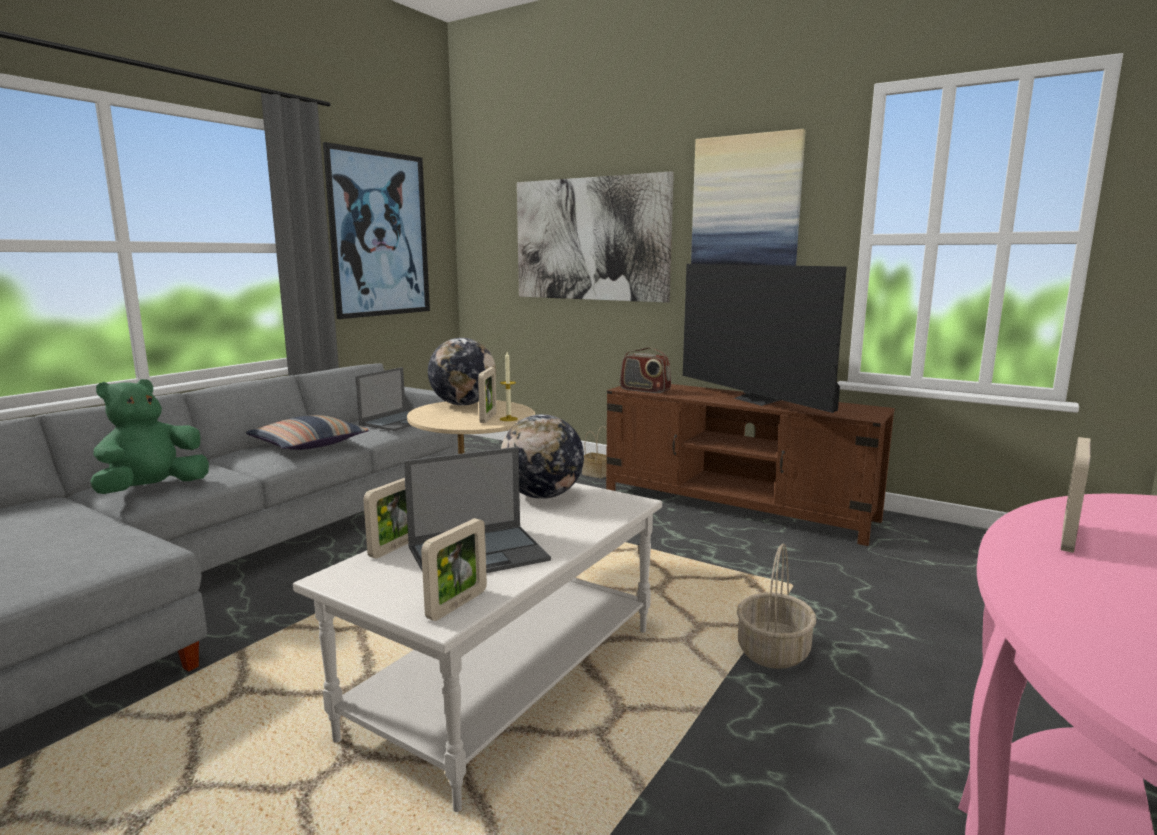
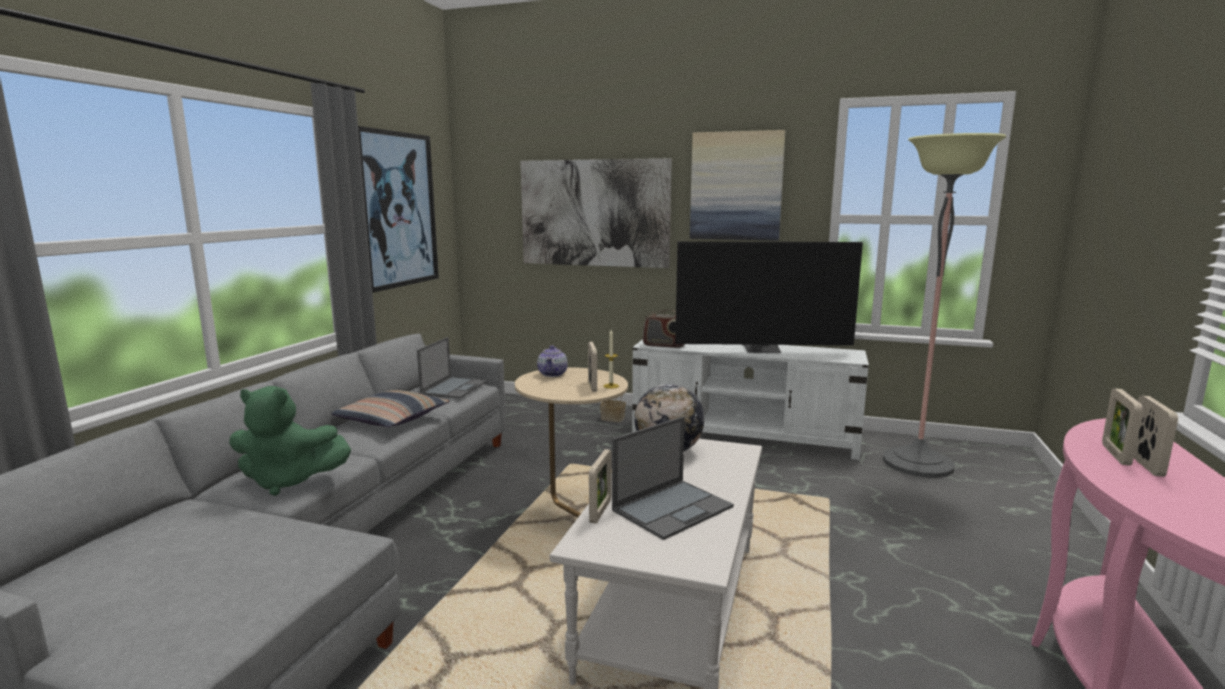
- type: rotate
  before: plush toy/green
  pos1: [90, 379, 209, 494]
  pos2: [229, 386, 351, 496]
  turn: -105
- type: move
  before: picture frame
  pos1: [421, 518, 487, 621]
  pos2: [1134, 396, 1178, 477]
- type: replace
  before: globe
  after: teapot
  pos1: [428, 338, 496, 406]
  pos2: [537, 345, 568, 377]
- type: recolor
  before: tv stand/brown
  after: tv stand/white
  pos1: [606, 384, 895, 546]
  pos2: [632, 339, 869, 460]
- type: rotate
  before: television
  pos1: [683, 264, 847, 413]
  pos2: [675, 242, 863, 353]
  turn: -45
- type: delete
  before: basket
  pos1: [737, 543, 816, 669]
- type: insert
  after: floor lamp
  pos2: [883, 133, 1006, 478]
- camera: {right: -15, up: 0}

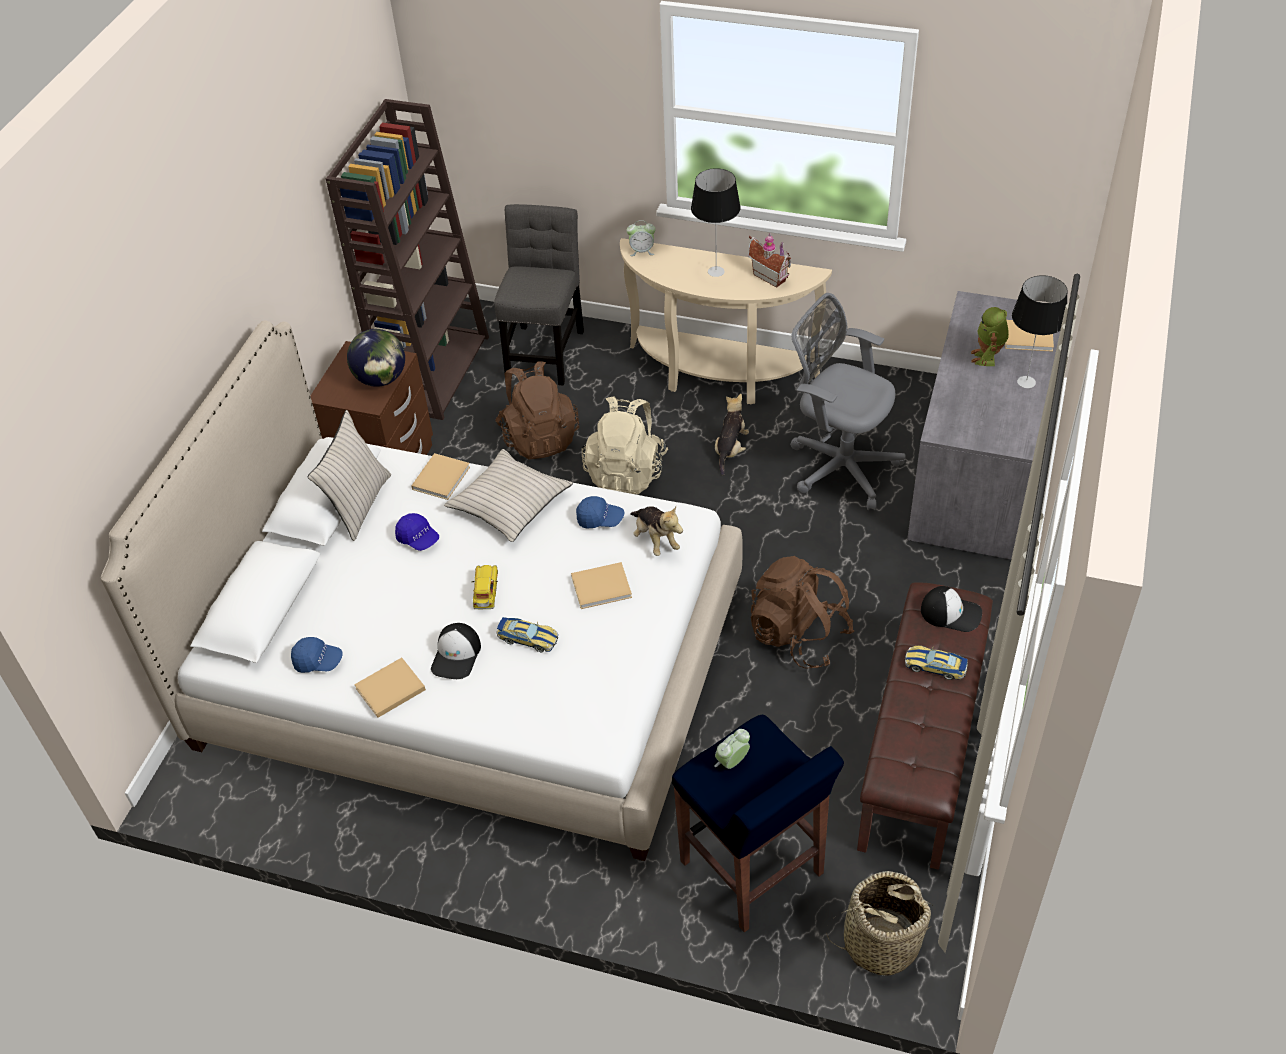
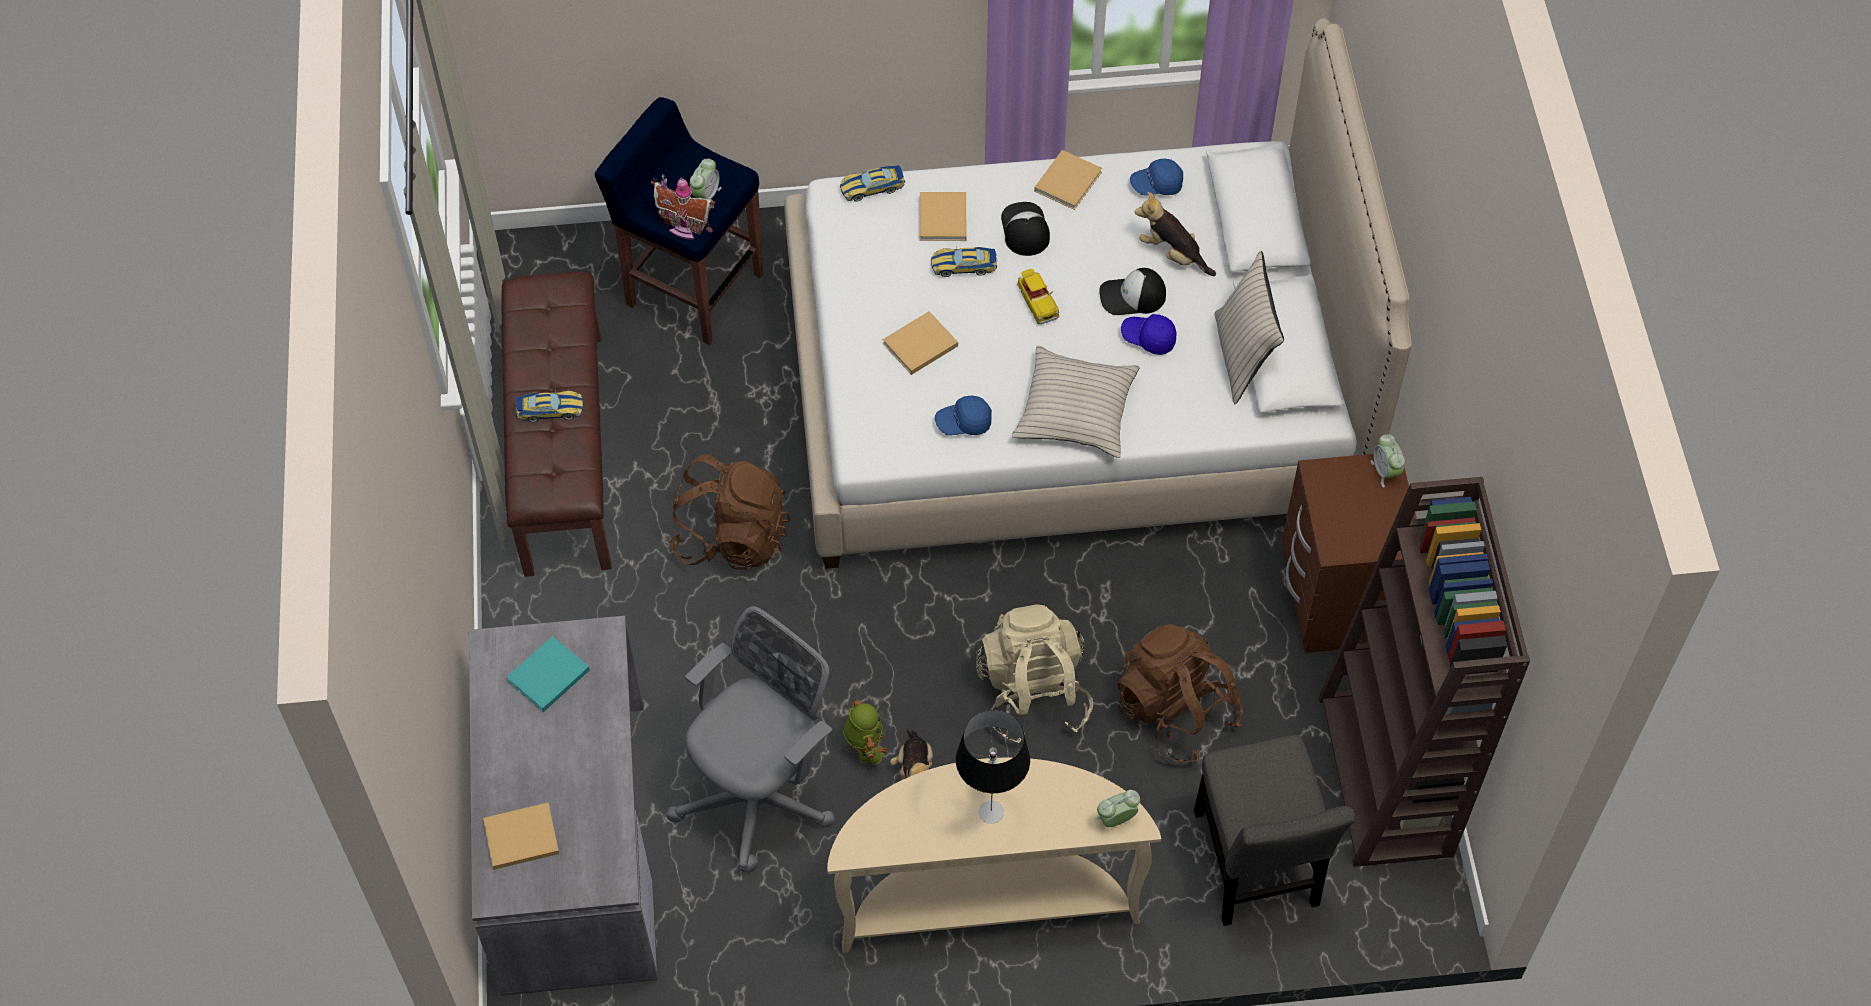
- type: delete
  before: globe
  pos1: [347, 329, 405, 387]
- type: move
  before: book/beige
  pos1: [411, 453, 470, 500]
  pos2: [919, 192, 966, 241]
- type: move
  before: plush toy
  pos1: [630, 506, 683, 556]
  pos2: [1135, 192, 1216, 276]
- type: move
  before: toy house
  pos1: [748, 233, 791, 288]
  pos2: [651, 174, 716, 240]
- type: rotate
  before: office chair/grey
  pos1: [790, 293, 906, 510]
  pos2: [666, 606, 835, 872]
  turn: -60
- type: delete
  before: basket
  pos1: [826, 871, 932, 976]
- type: move
  before: cap
  pos1: [921, 586, 982, 632]
  pos2: [1099, 268, 1166, 315]
- type: move
  before: toy robot
  pos1: [971, 307, 1009, 366]
  pos2: [843, 700, 888, 766]
- type: delete
  before: table lamp
  pos1: [1012, 275, 1068, 388]
- type: insert
  after: book/turquoise
  pos2: [506, 636, 590, 712]
- type: insert
  after: toy car
  pos2: [840, 165, 905, 202]
- type: insert
  after: alarm clock
  pos2: [1371, 434, 1405, 488]
- camera: {right: 155, up: 10}

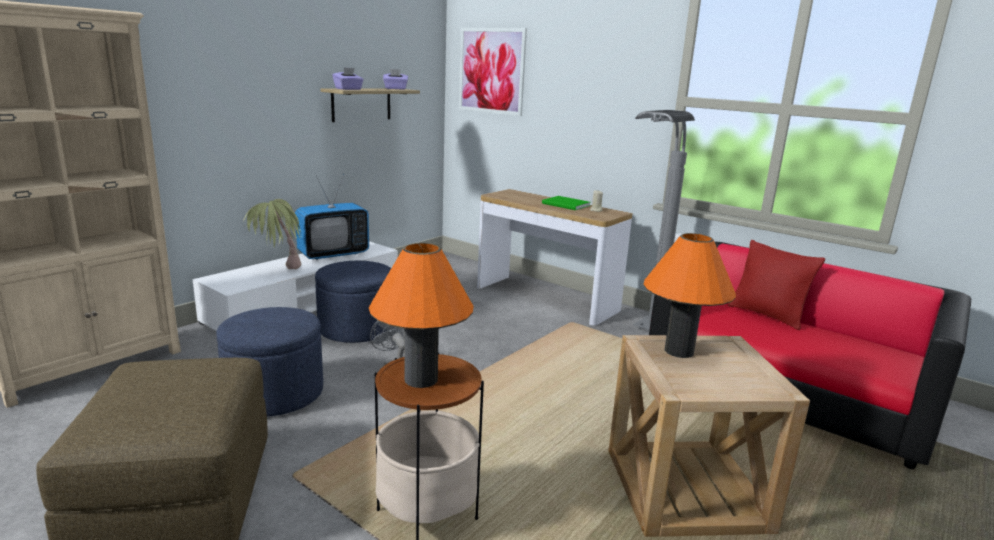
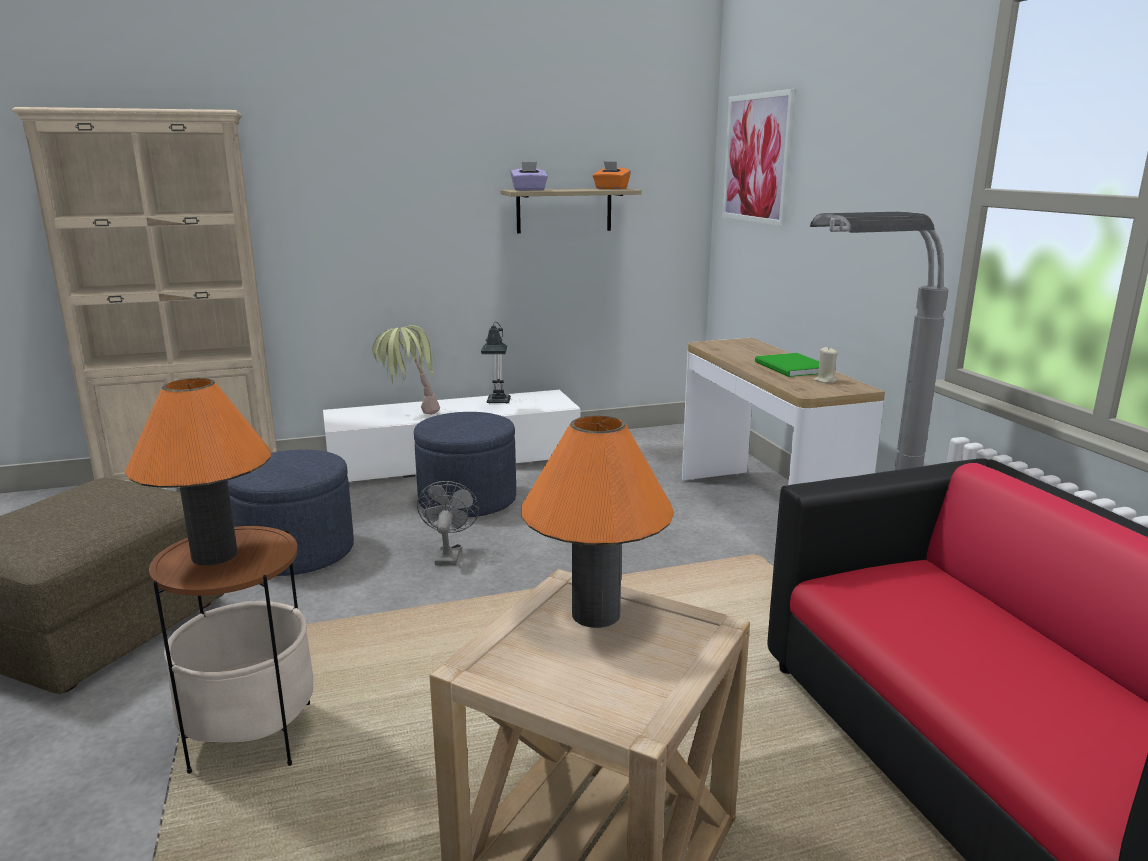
- type: replace
  before: television
  after: table lamp
  pos1: [295, 174, 369, 260]
  pos2: [481, 322, 511, 403]
- type: recolor
  before: tissue box/purple
  after: tissue box/orange
  pos1: [383, 69, 408, 90]
  pos2: [593, 161, 631, 189]
- type: delete
  before: pillow/red
  pos1: [728, 240, 826, 330]
- camera: {right: 35, up: 0}

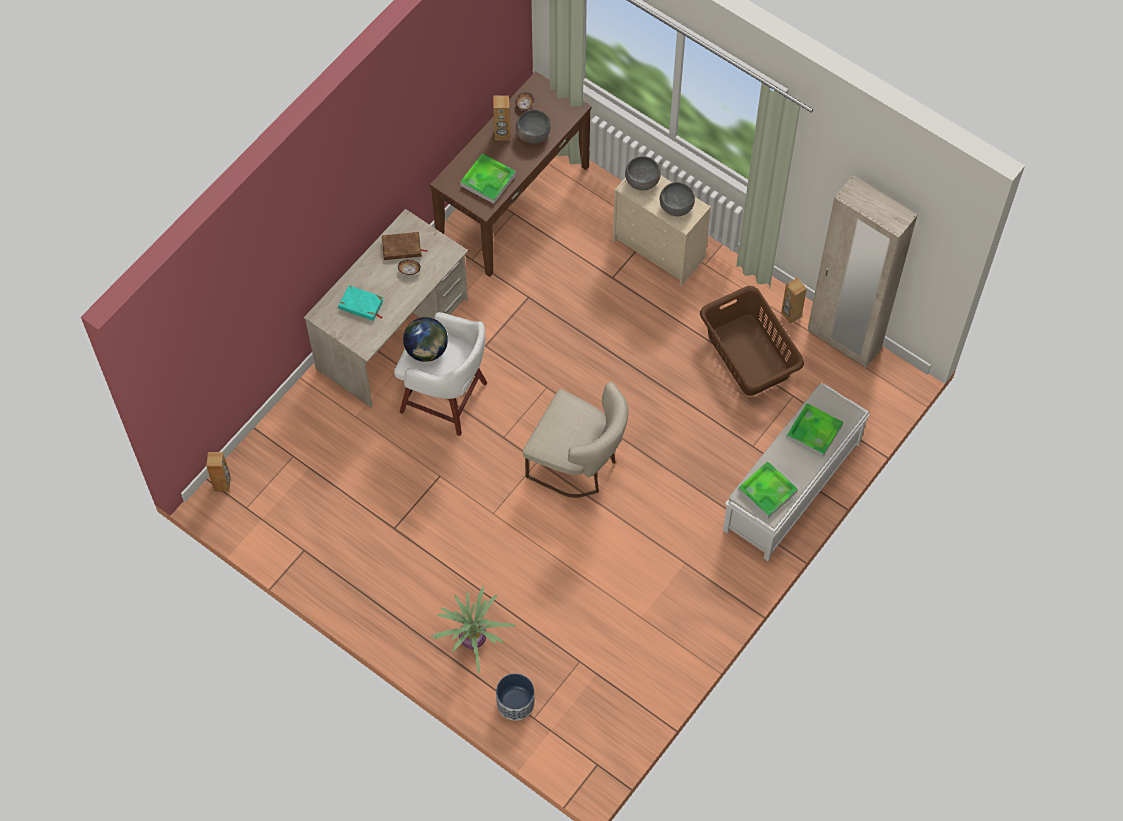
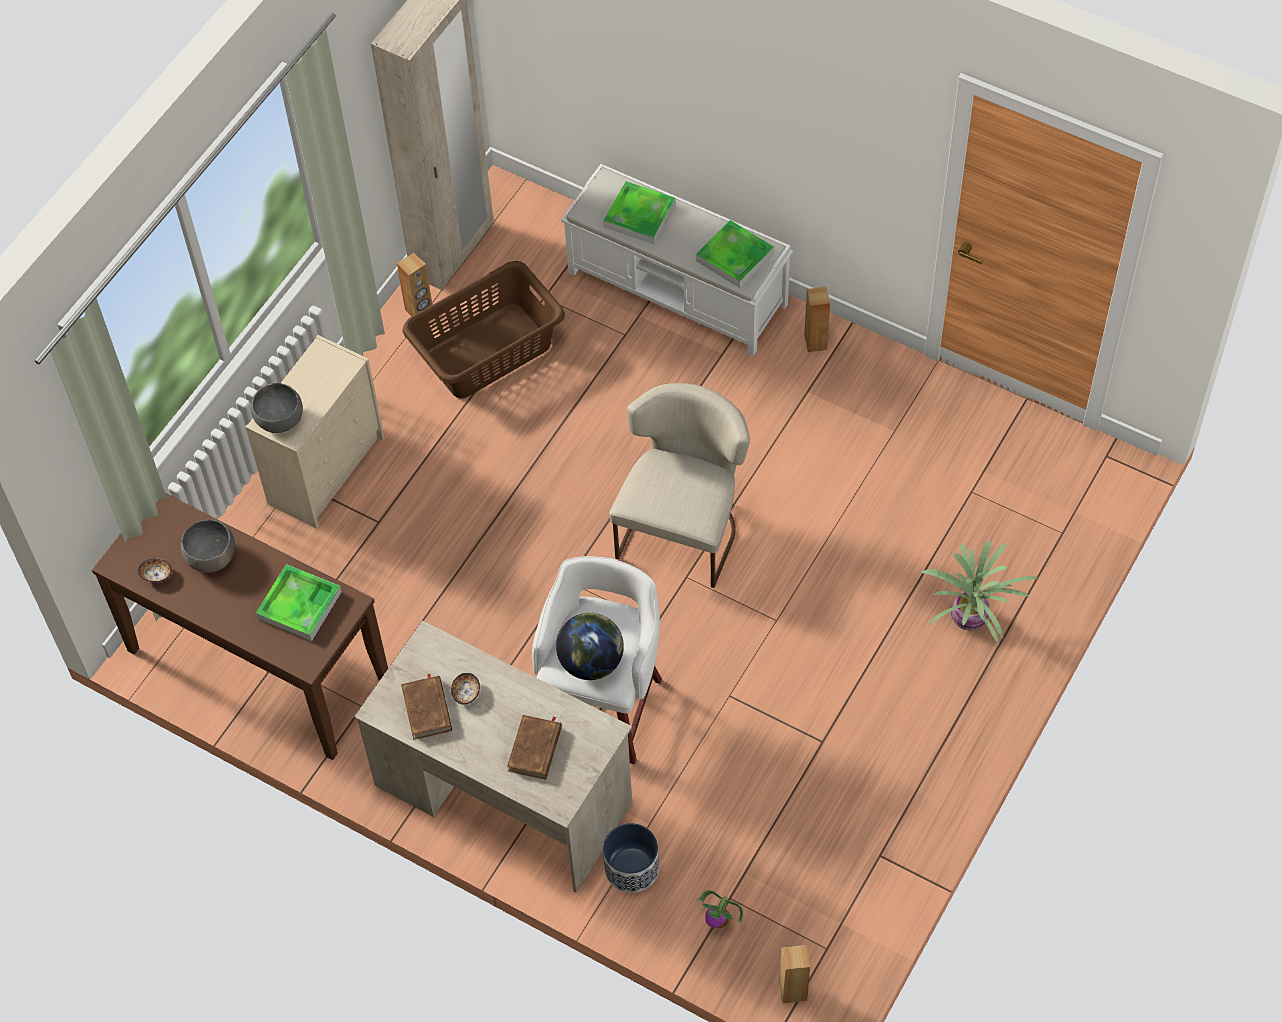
- type: recolor
  before: book/turquoise
  after: book/brown
  pos1: [338, 285, 384, 321]
  pos2: [507, 715, 562, 780]
- type: move
  before: speaker/brown
  pos1: [493, 95, 511, 140]
  pos2: [804, 286, 830, 352]
- type: move
  before: planter
  pos1: [496, 673, 535, 720]
  pos2: [603, 823, 659, 893]
- type: delete
  before: bowl/grey
  pos1: [660, 182, 695, 216]
- type: insert
  after: potted plant
  pos2: [696, 890, 744, 928]
- camera: {right: -95, up: -5}

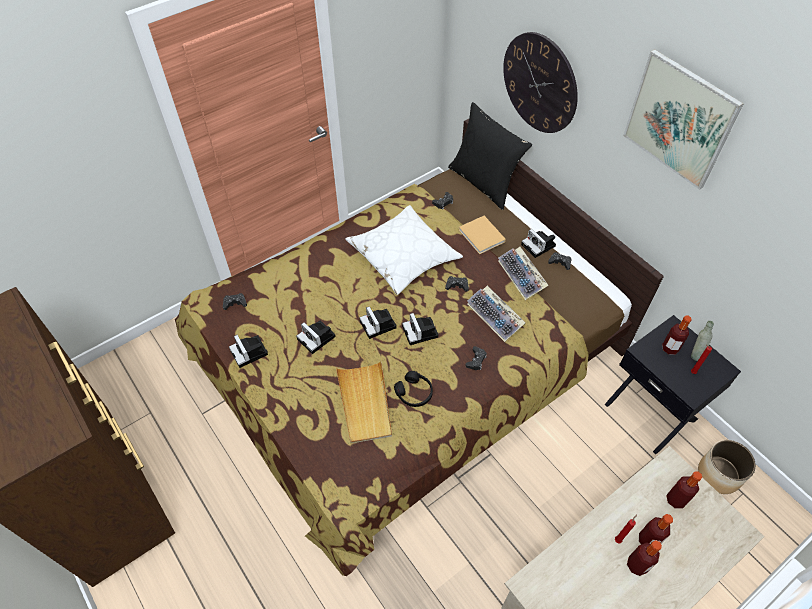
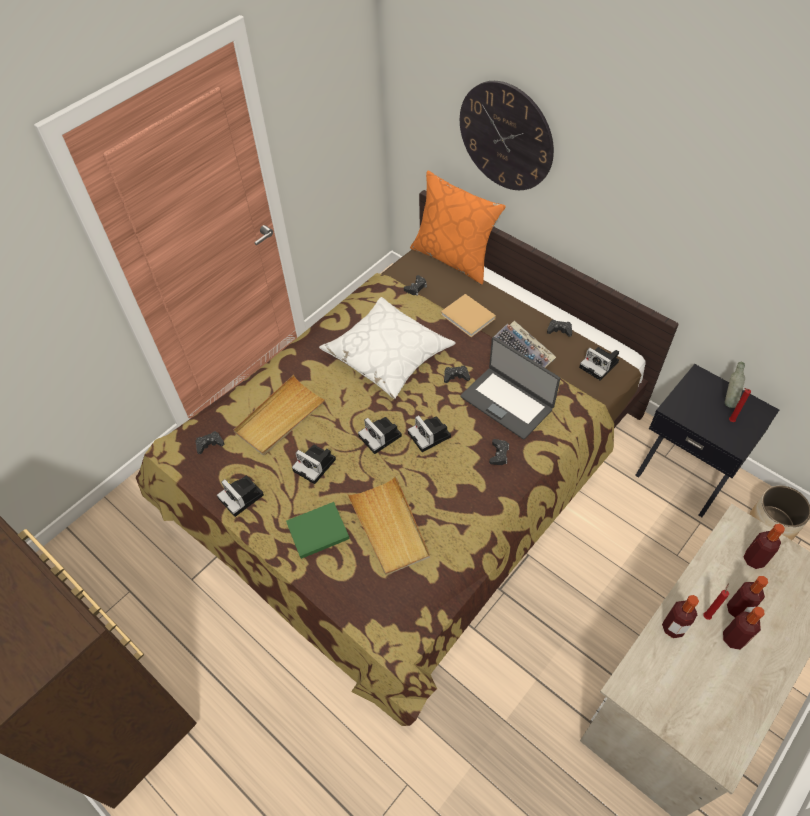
- type: delete
  before: headphones/black
  pos1: [394, 371, 433, 407]
- type: recolor
  before: pillow/black
  after: pillow/orange
  pos1: [448, 102, 532, 210]
  pos2: [410, 171, 506, 285]
- type: replace
  before: keyboard
  after: laptop
  pos1: [467, 285, 525, 342]
  pos2: [460, 337, 560, 440]
- type: move
  before: photo camera
  pos1: [521, 229, 556, 258]
  pos2: [579, 347, 619, 381]
- type: delete
  before: picture
  pos1: [623, 49, 744, 190]
- type: move
  before: bottle
  pos1: [662, 315, 691, 355]
  pos2: [662, 595, 699, 638]
- type: insert
  after: tray/beige
  pos2: [234, 375, 327, 455]
- type: insert
  after: book/green
  pos2: [286, 502, 350, 559]
- camera: {right: -10, up: 0}

